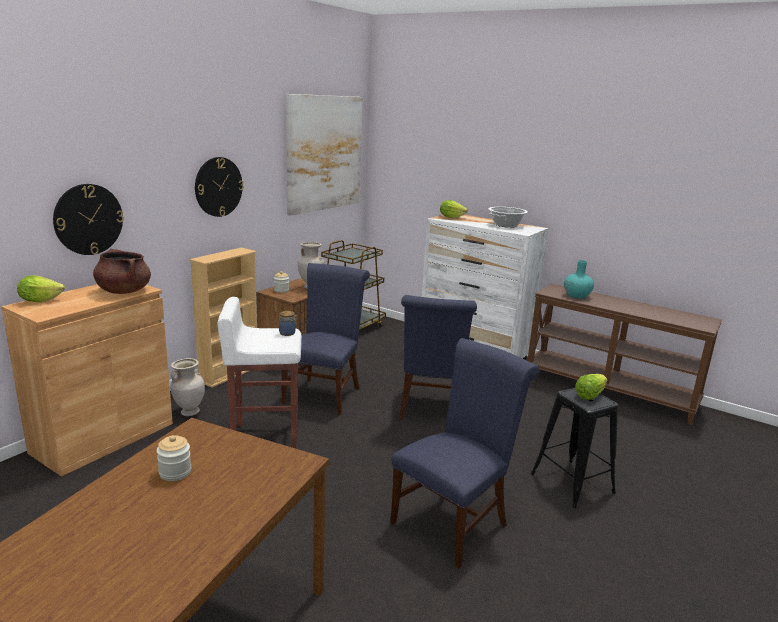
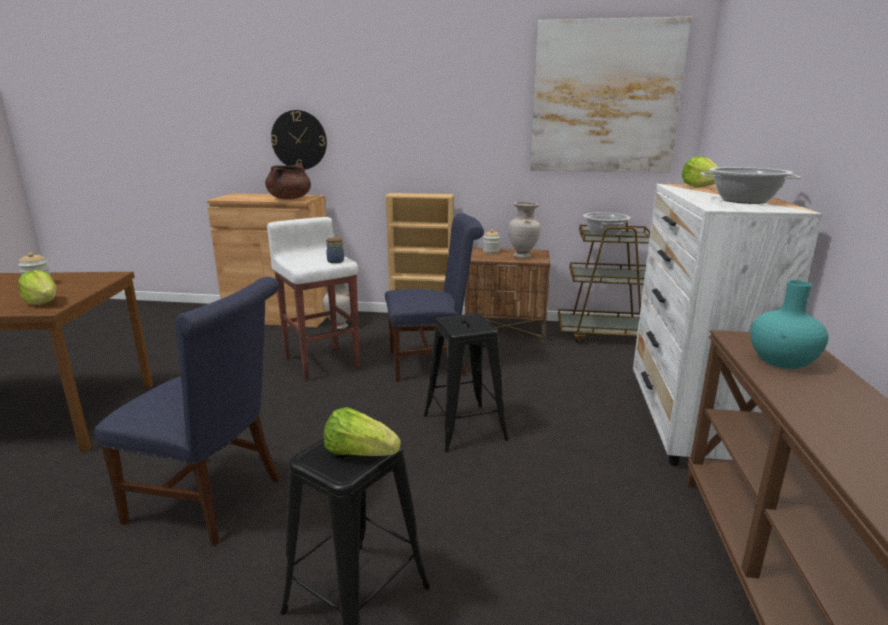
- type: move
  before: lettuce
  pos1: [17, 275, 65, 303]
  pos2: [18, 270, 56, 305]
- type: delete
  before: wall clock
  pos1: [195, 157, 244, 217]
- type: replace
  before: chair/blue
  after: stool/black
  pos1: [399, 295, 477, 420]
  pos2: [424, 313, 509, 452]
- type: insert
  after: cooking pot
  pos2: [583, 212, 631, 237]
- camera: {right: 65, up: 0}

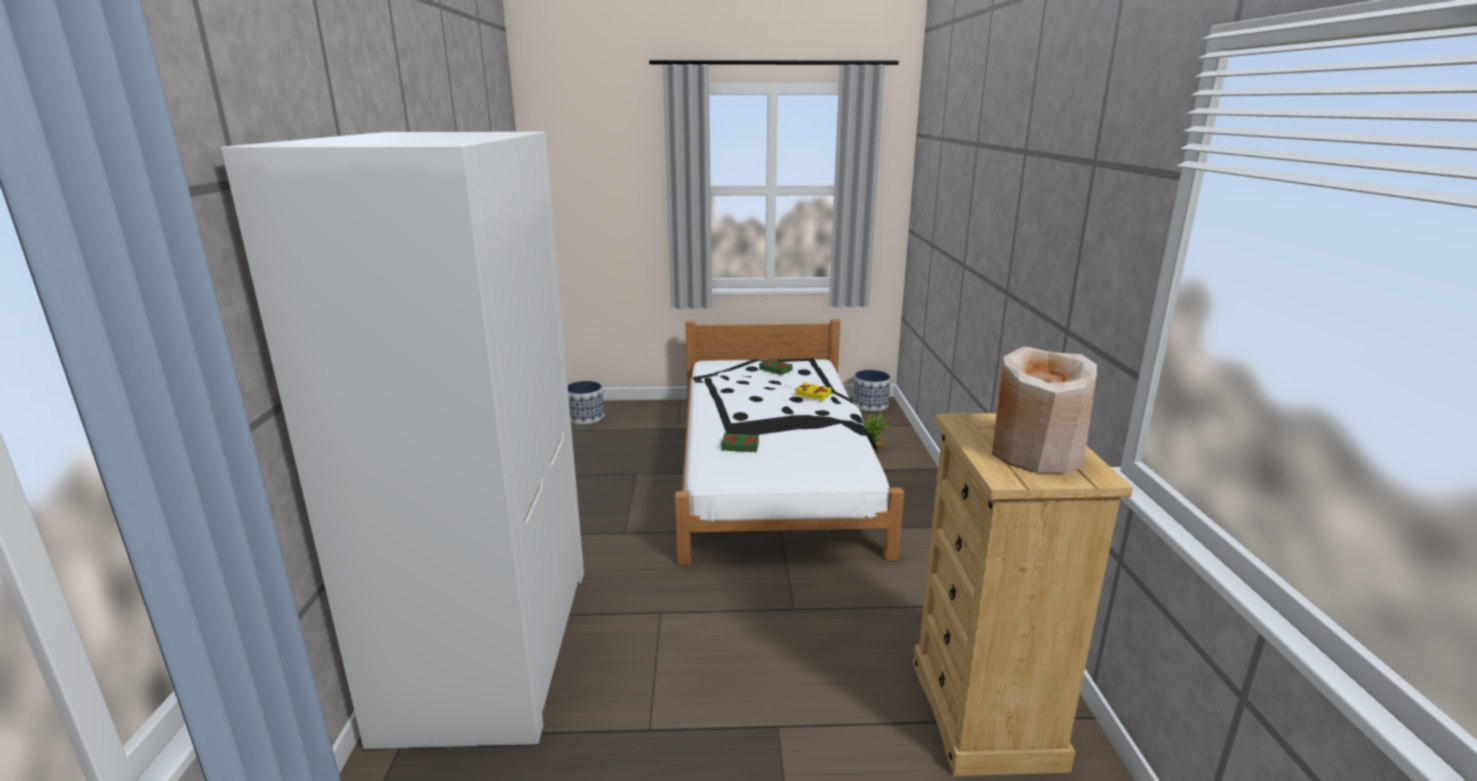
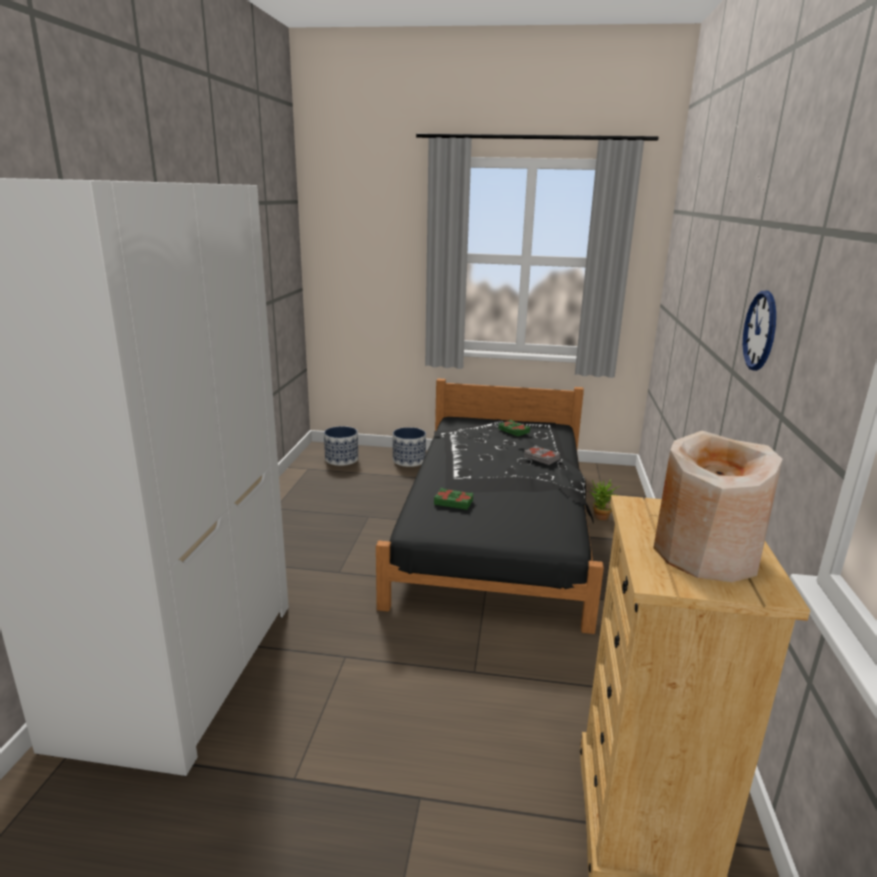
- type: recolor
  before: bed/white
  after: bed/black
  pos1: [675, 319, 904, 565]
  pos2: [376, 378, 604, 634]
- type: recolor
  before: book/yellow
  after: book/grey
  pos1: [795, 382, 832, 401]
  pos2: [524, 445, 560, 465]
- type: move
  before: planter
  pos1: [853, 370, 891, 411]
  pos2: [393, 427, 426, 467]
- type: insert
  after: wall clock
  pos2: [743, 291, 776, 371]
- camera: {right: 10, up: 0}

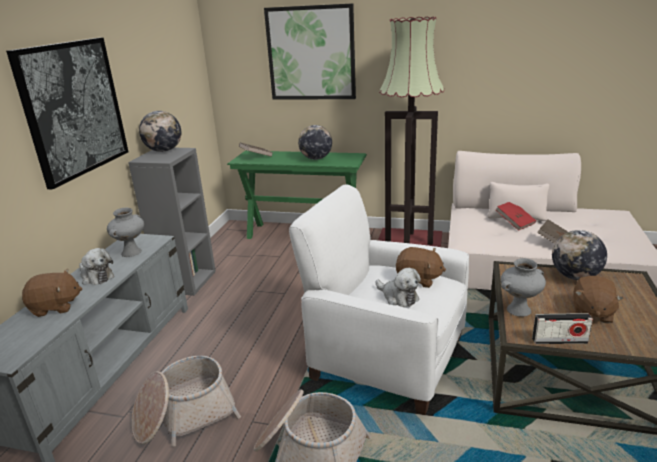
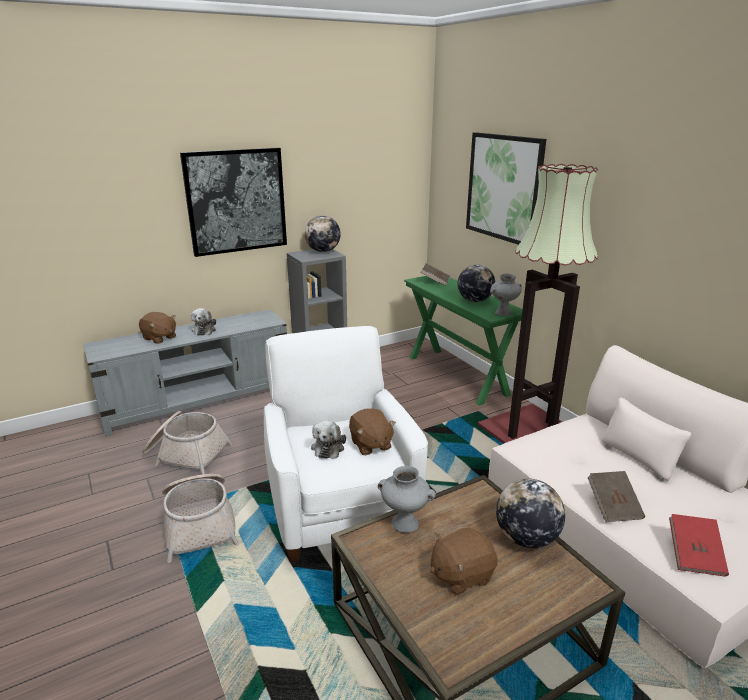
- type: move
  before: vase/grey
  pos1: [107, 208, 144, 257]
  pos2: [490, 274, 522, 316]
- type: move
  before: book/red
  pos1: [496, 202, 536, 231]
  pos2: [669, 514, 729, 577]
- type: delete
  before: radio
  pos1: [532, 313, 593, 344]
- camera: {right: 45, up: 0}

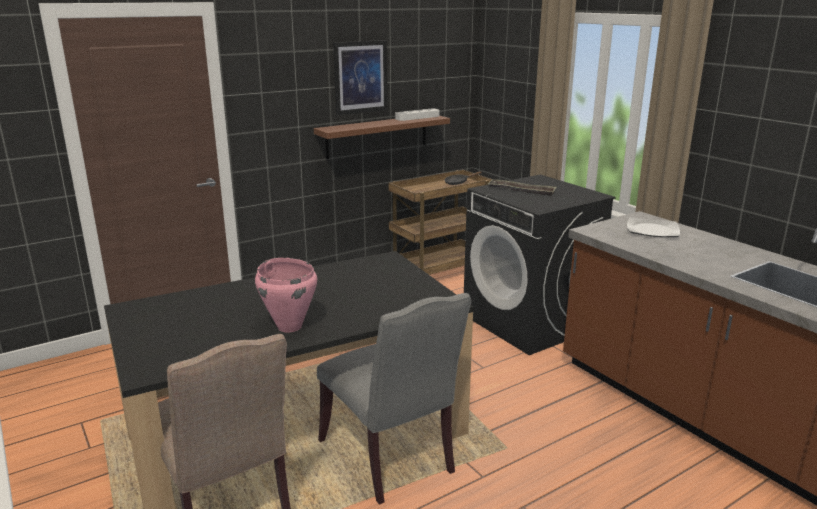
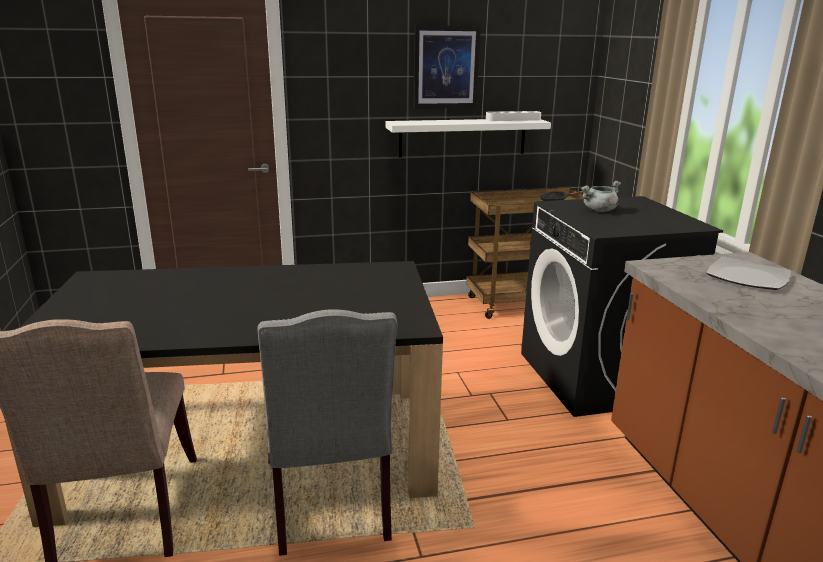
- type: delete
  before: cooking pot/pink
  pos1: [255, 258, 317, 333]
- type: recolor
  before: shelf/brown
  after: shelf/white
  pos1: [314, 116, 450, 159]
  pos2: [385, 119, 551, 158]
- type: replace
  before: tray
  after: cooking pot/grey
  pos1: [488, 179, 557, 196]
  pos2: [581, 181, 621, 212]
- camera: {right: 20, up: 0}

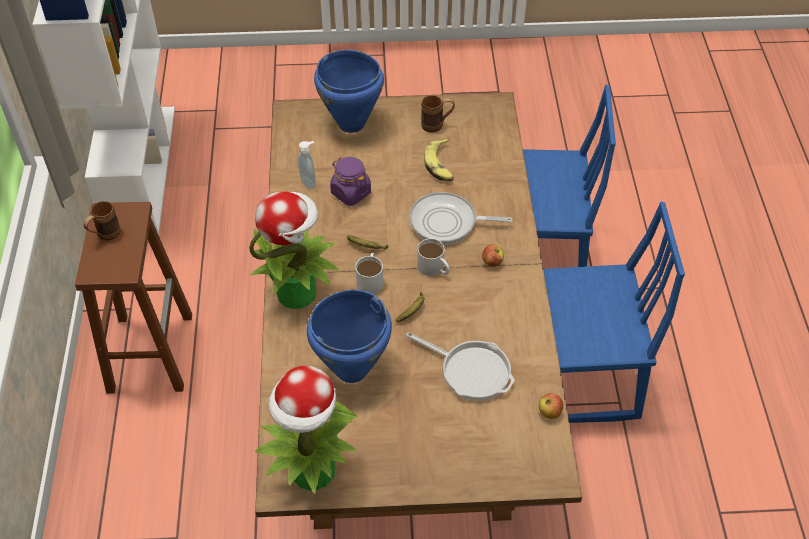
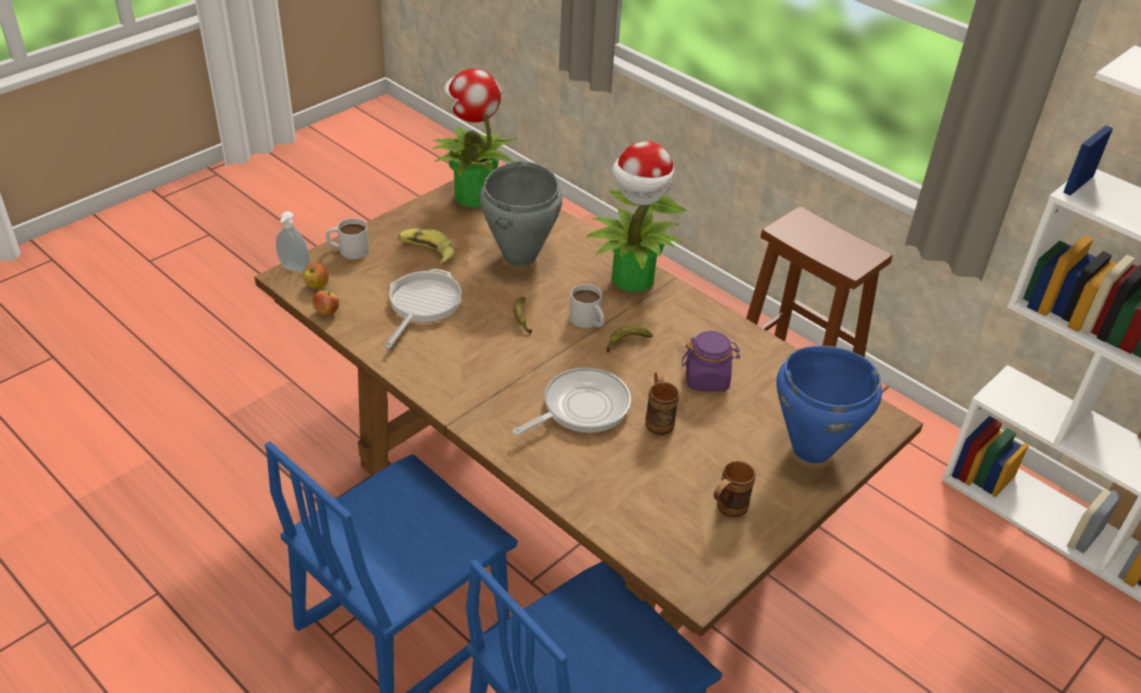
- type: move
  before: mug/brown
  pos1: [84, 201, 121, 240]
  pos2: [645, 371, 679, 435]
- type: move
  before: soap dispenser
  pos1: [298, 141, 315, 190]
  pos2: [276, 211, 310, 272]
- type: recolor
  before: cooking pot/blue
  after: cooking pot/grey
  pos1: [307, 290, 392, 383]
  pos2: [480, 161, 562, 266]
- type: rotate
  before: frying pan
  pos1: [406, 332, 515, 401]
  pos2: [384, 268, 462, 350]
  turn: 120
- type: move
  before: mug/white
  pos1: [417, 238, 450, 276]
  pos2: [326, 218, 369, 259]
- type: move
  before: banana
  pos1: [424, 139, 454, 182]
  pos2: [398, 228, 455, 265]
- type: move
  before: apple
  pos1: [482, 244, 504, 267]
  pos2: [303, 263, 329, 289]
- camera: {right: 135, up: -10}

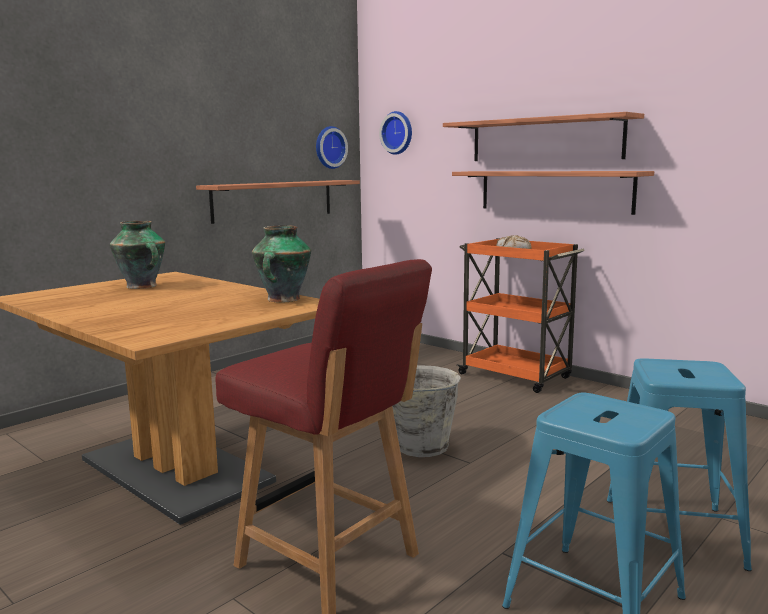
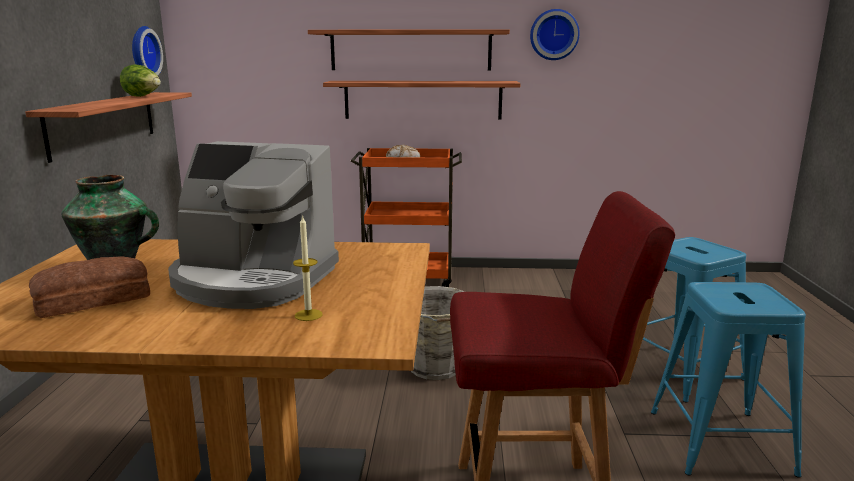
- type: delete
  before: vase
  pos1: [252, 225, 311, 303]
- type: move
  before: wall clock
  pos1: [379, 111, 412, 155]
  pos2: [530, 9, 580, 60]
- type: insert
  after: bread
  pos2: [29, 256, 150, 318]
- type: insert
  after: lettuce
  pos2: [120, 64, 161, 97]
- type: insert
  after: coffee machine
  pos2: [168, 141, 339, 309]
- type: insert
  after: candle
  pos2: [293, 215, 322, 321]
- camera: {right: -40, up: 5}

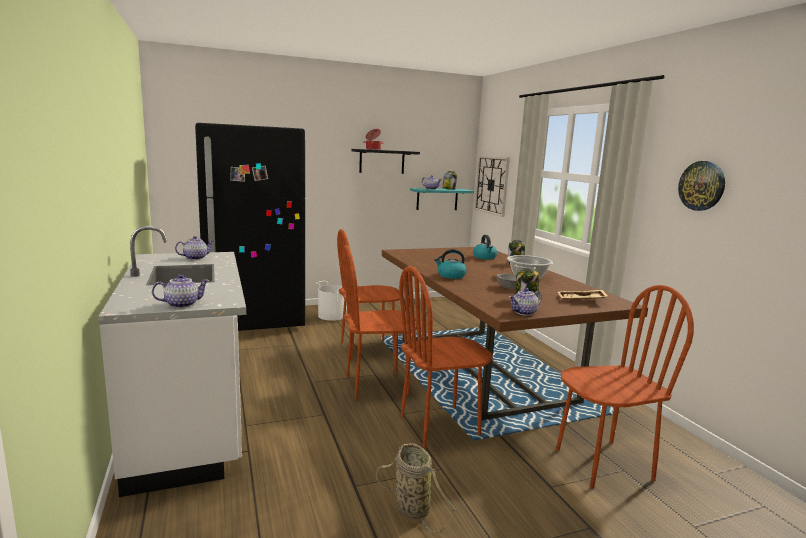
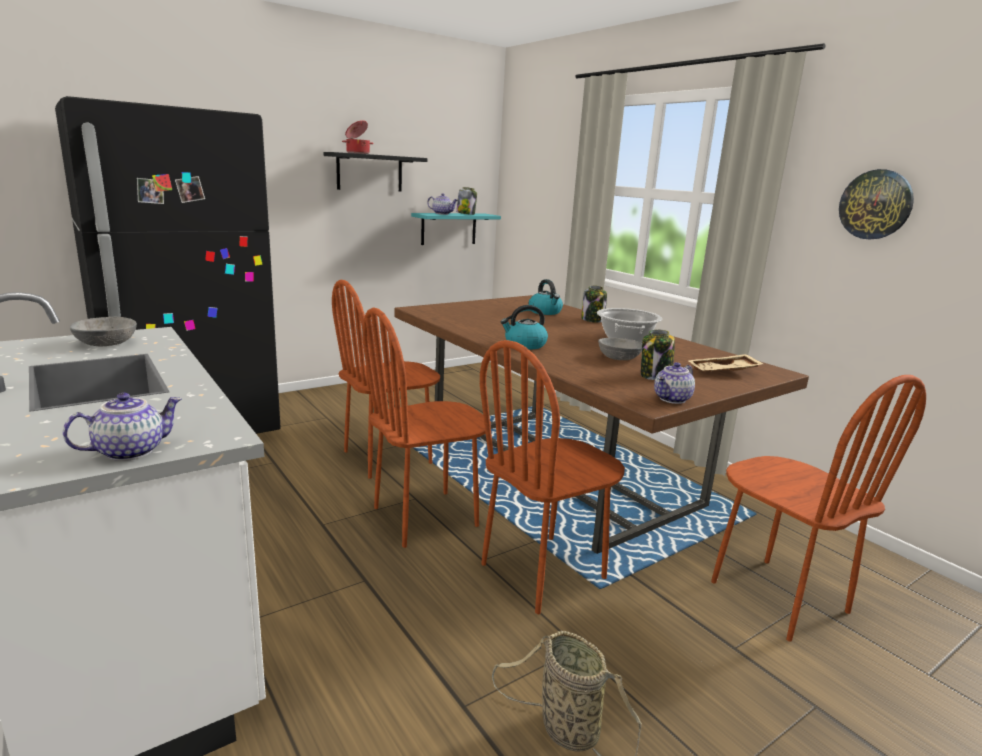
- type: replace
  before: teapot
  after: bowl/grey
  pos1: [175, 236, 214, 260]
  pos2: [70, 317, 137, 346]
- type: delete
  before: bucket/white
  pos1: [316, 281, 347, 321]
- type: delete
  before: wall clock
  pos1: [474, 156, 510, 217]
- type: rotate
  before: chair/brown
  pos1: [556, 285, 694, 488]
  pos2: [711, 375, 926, 642]
  turn: 90
- camera: {right: -15, up: 5}

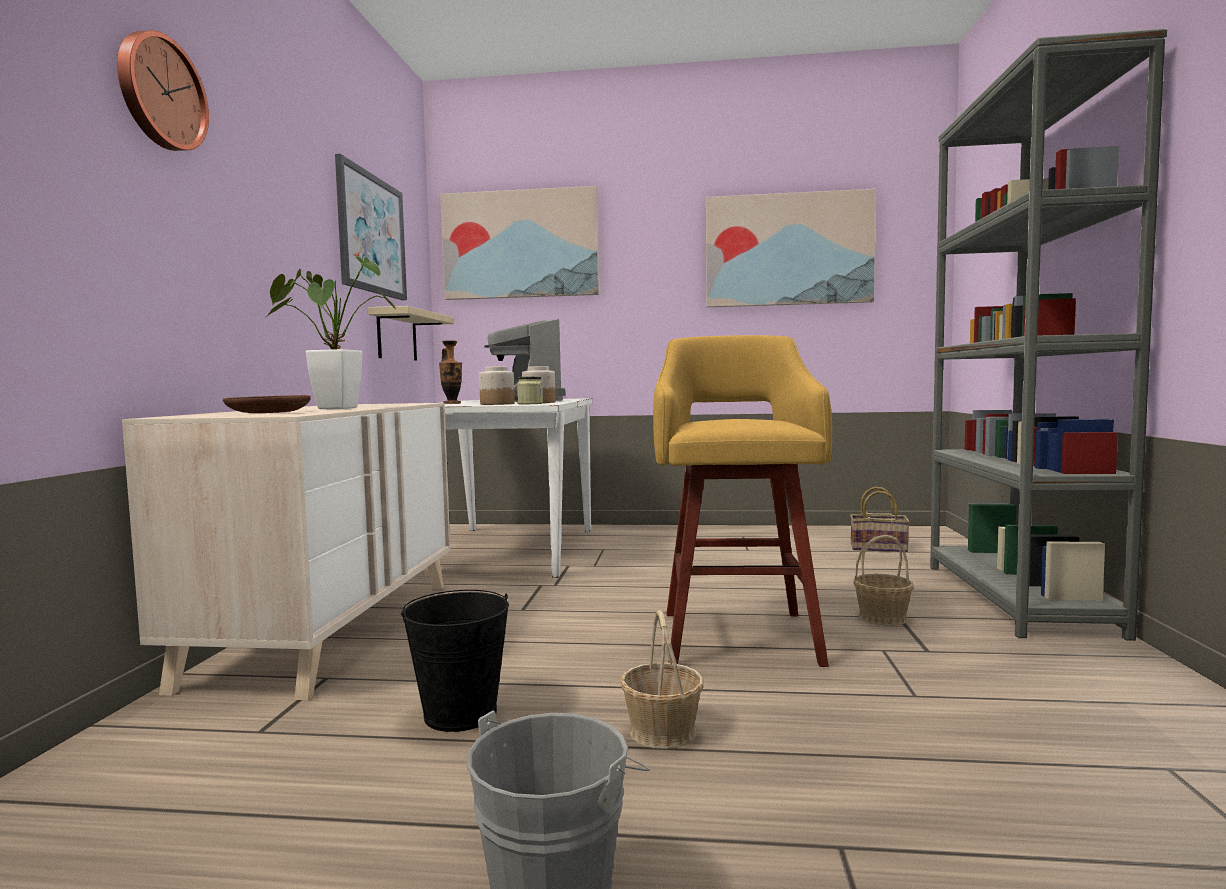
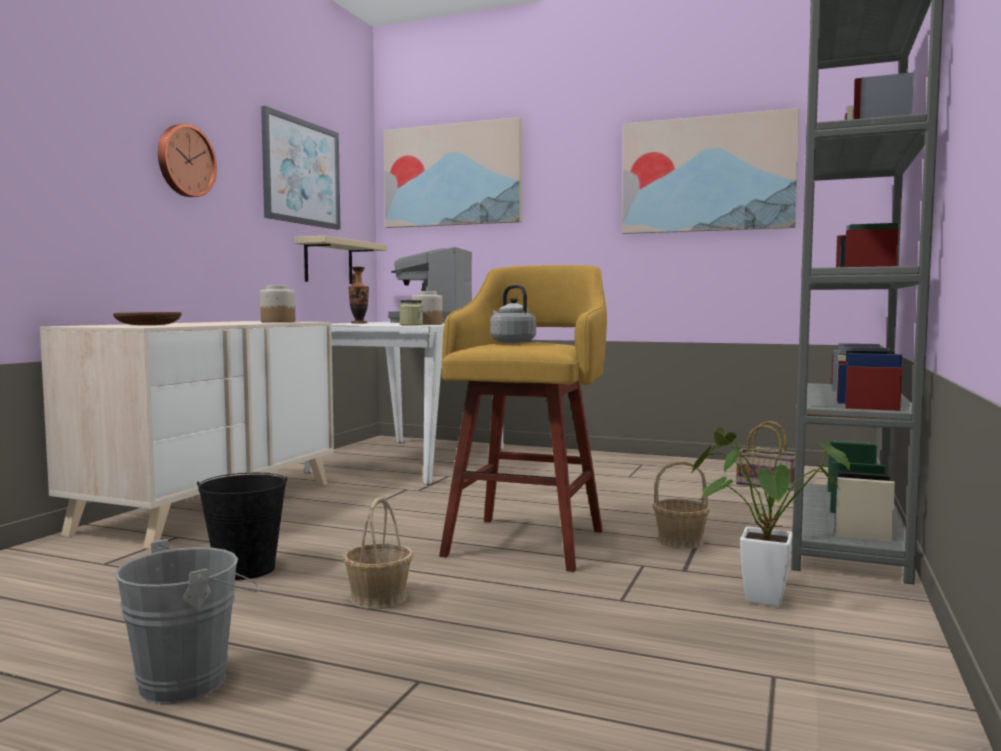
- type: move
  before: wall clock
  pos1: [117, 30, 209, 151]
  pos2: [158, 124, 217, 197]
- type: move
  before: potted plant
  pos1: [266, 257, 396, 409]
  pos2: [692, 427, 850, 607]
- type: move
  before: jar
  pos1: [479, 367, 515, 405]
  pos2: [260, 285, 295, 322]
- type: insert
  after: kettle/grey
  pos2: [490, 285, 536, 343]
- camera: {right: 15, up: 0}

